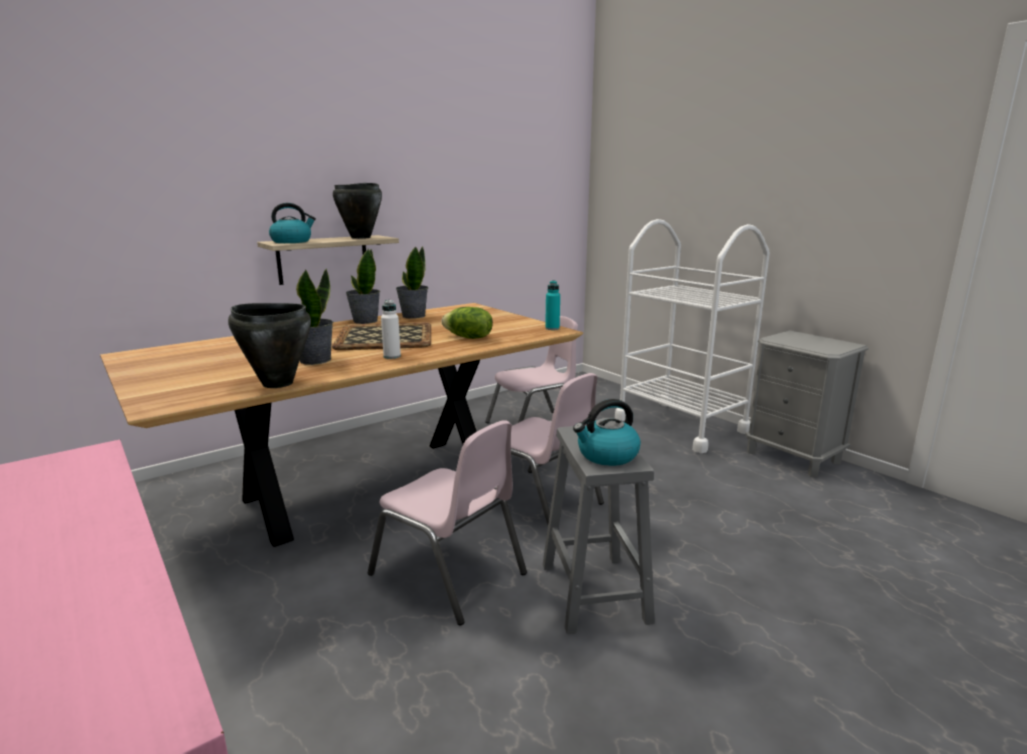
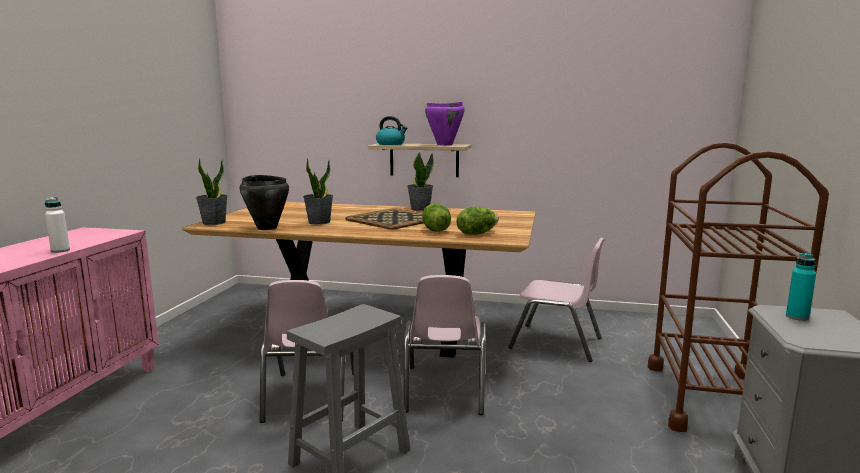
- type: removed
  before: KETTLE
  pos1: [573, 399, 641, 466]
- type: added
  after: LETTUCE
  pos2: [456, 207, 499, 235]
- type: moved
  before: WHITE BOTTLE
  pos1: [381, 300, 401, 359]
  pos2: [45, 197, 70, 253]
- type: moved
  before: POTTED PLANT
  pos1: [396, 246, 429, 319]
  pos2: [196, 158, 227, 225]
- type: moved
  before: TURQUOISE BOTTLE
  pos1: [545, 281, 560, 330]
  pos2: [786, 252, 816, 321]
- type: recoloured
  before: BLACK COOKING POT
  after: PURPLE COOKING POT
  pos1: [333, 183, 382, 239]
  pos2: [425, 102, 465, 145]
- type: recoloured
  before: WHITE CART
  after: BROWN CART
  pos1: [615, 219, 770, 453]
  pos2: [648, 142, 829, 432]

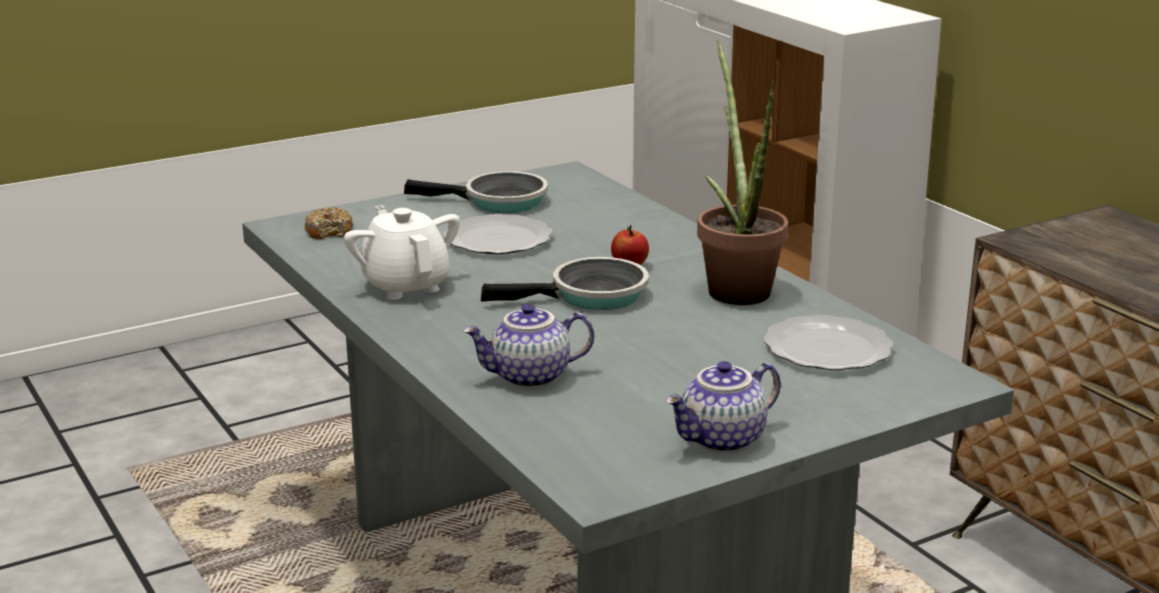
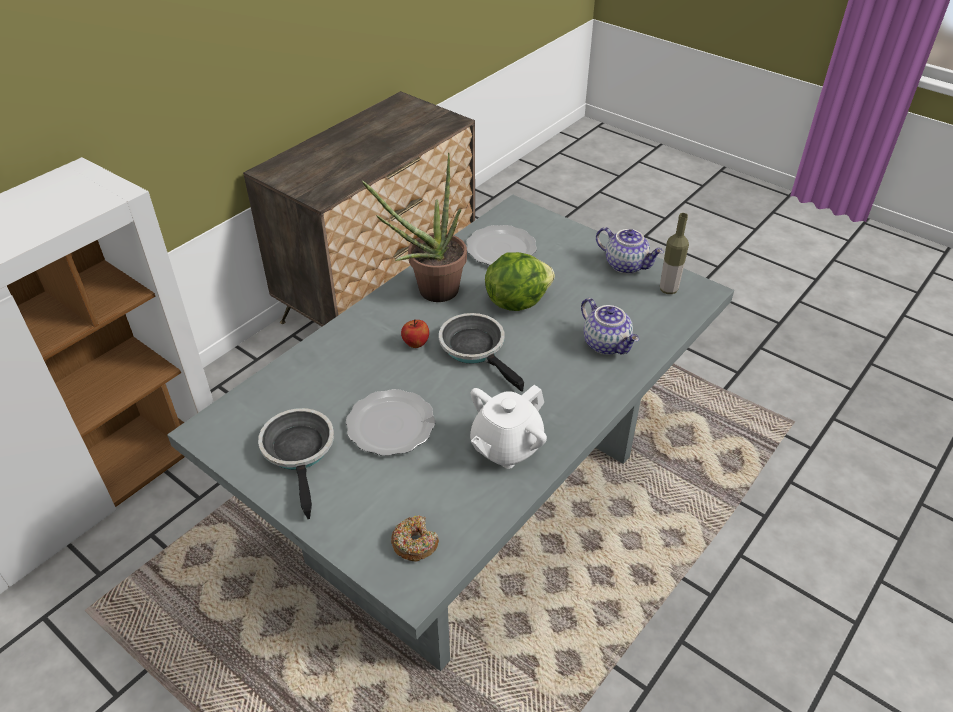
- type: added
  after: LETTUCE
  pos2: [485, 252, 555, 311]
- type: added
  after: BOTTLE
  pos2: [660, 213, 689, 294]

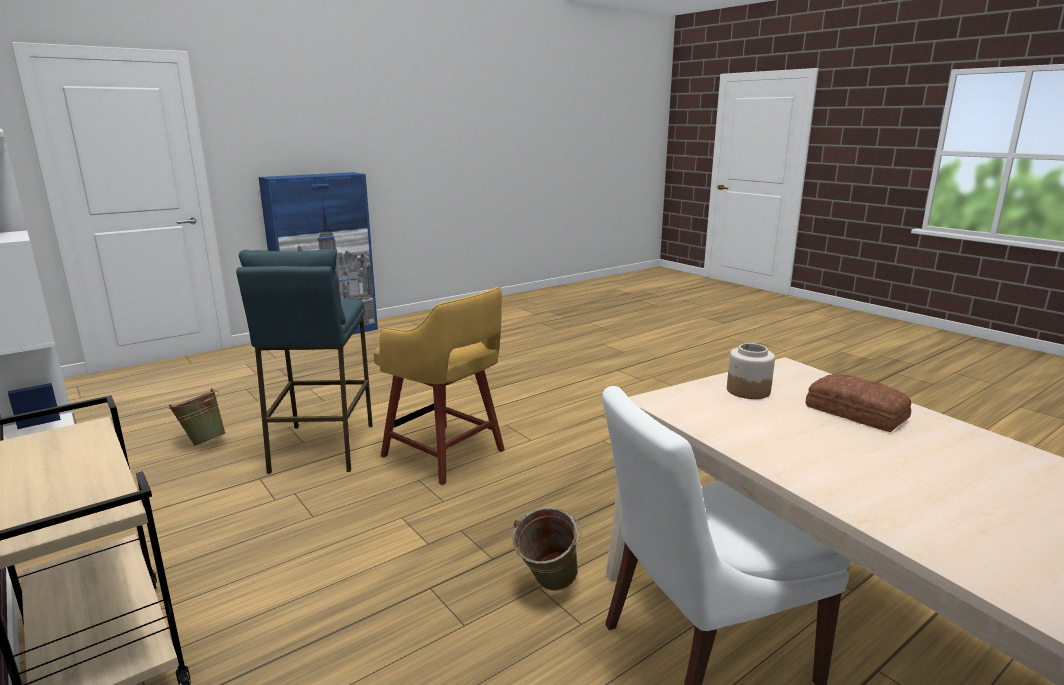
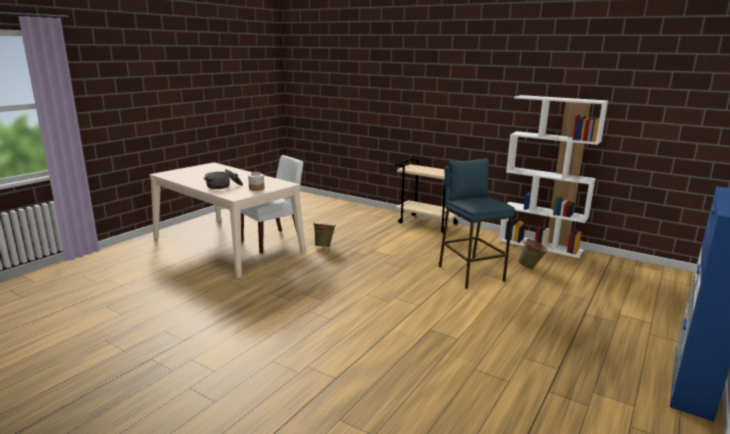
- type: removed
  before: YELLOW STOOL
  pos1: [373, 287, 505, 485]
- type: replaced
  before: BREAD
  after: COOKING POT
  pos1: [806, 374, 911, 432]
  pos2: [204, 169, 243, 189]

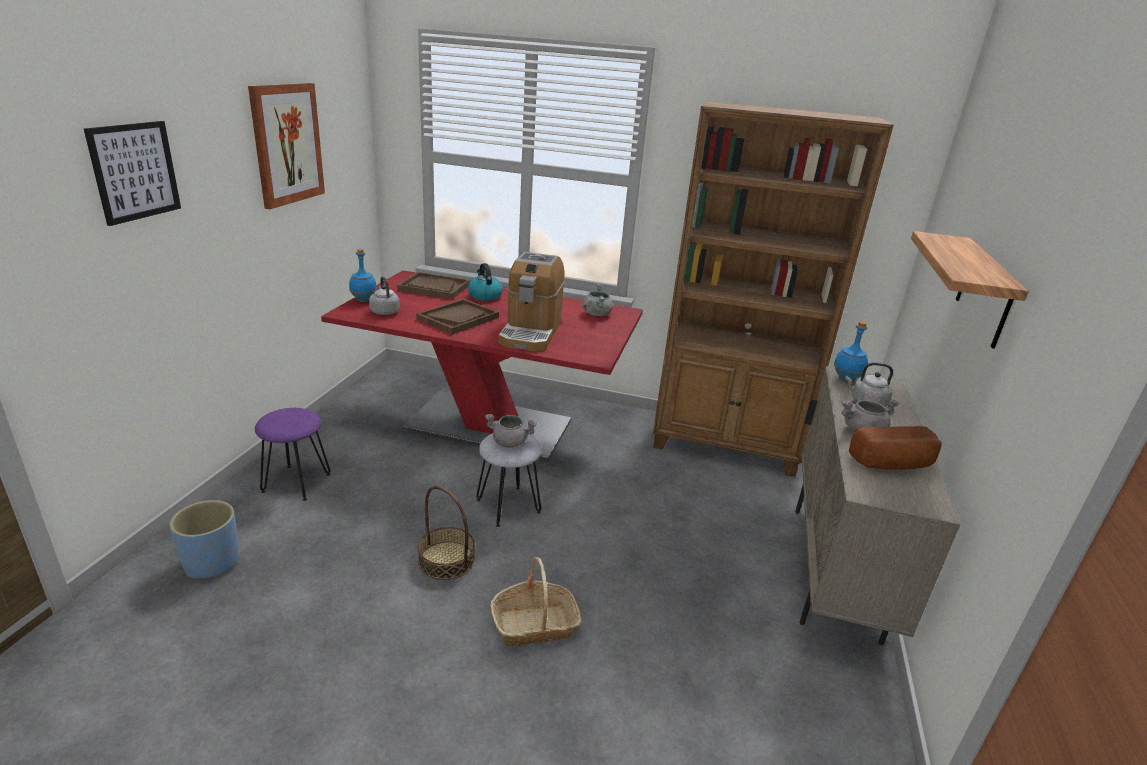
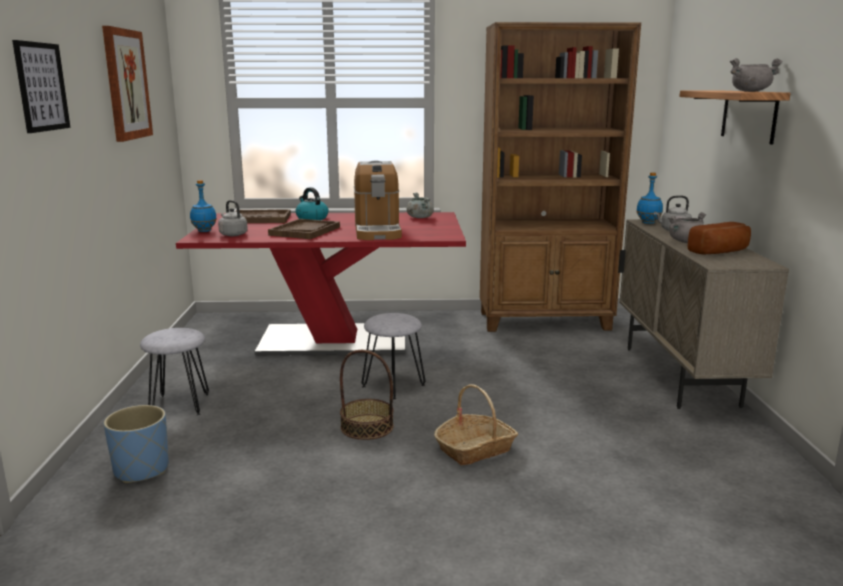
- type: moved
  before: GREY COOKING POT
  pos1: [485, 414, 537, 448]
  pos2: [730, 58, 783, 92]
- type: recoloured
  before: PURPLE STOOL
  after: GREY STOOL
  pos1: [255, 408, 331, 501]
  pos2: [140, 328, 209, 415]

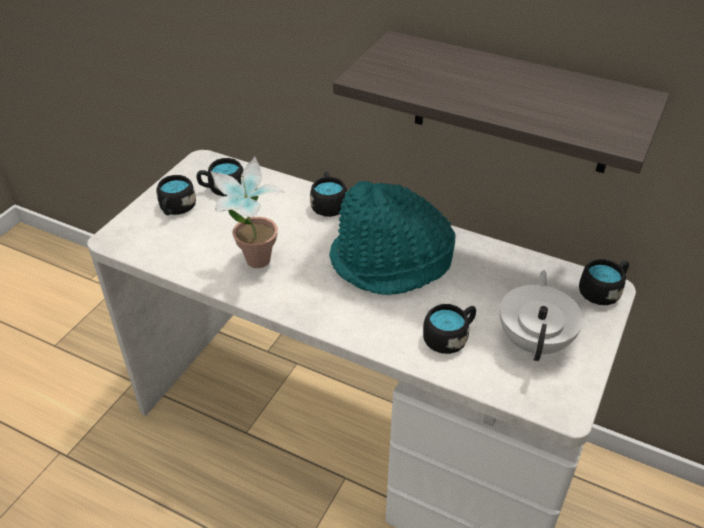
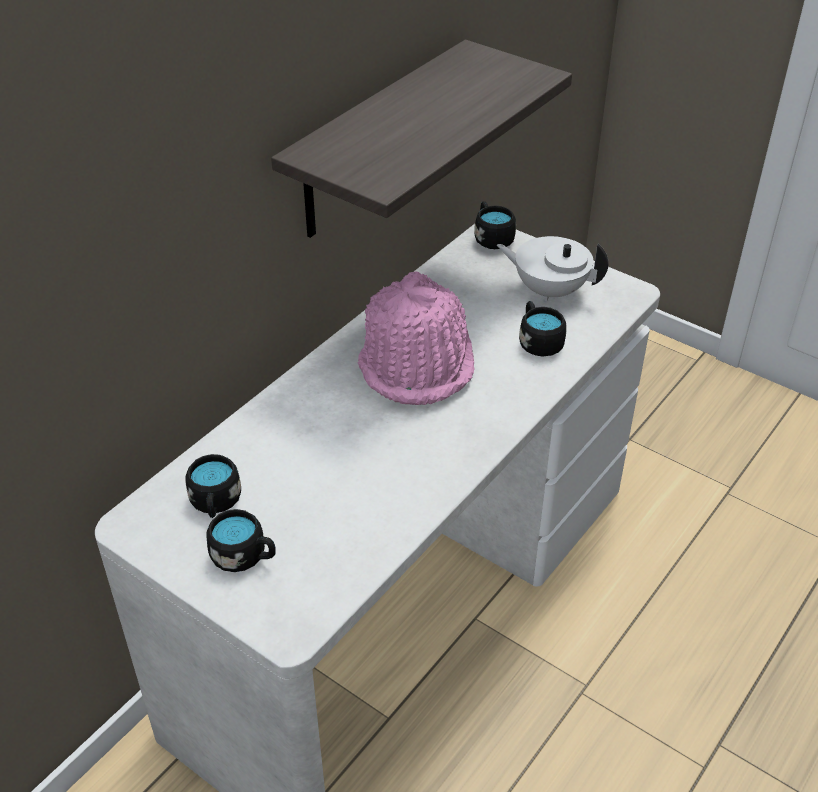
- type: removed
  before: POTTED PLANT
  pos1: [210, 156, 285, 268]
- type: removed
  before: BLACK MUG
  pos1: [310, 171, 347, 217]
- type: recoloured
  before: TURQUOISE HAT
  after: PINK HAT
  pos1: [329, 181, 455, 295]
  pos2: [357, 271, 475, 405]

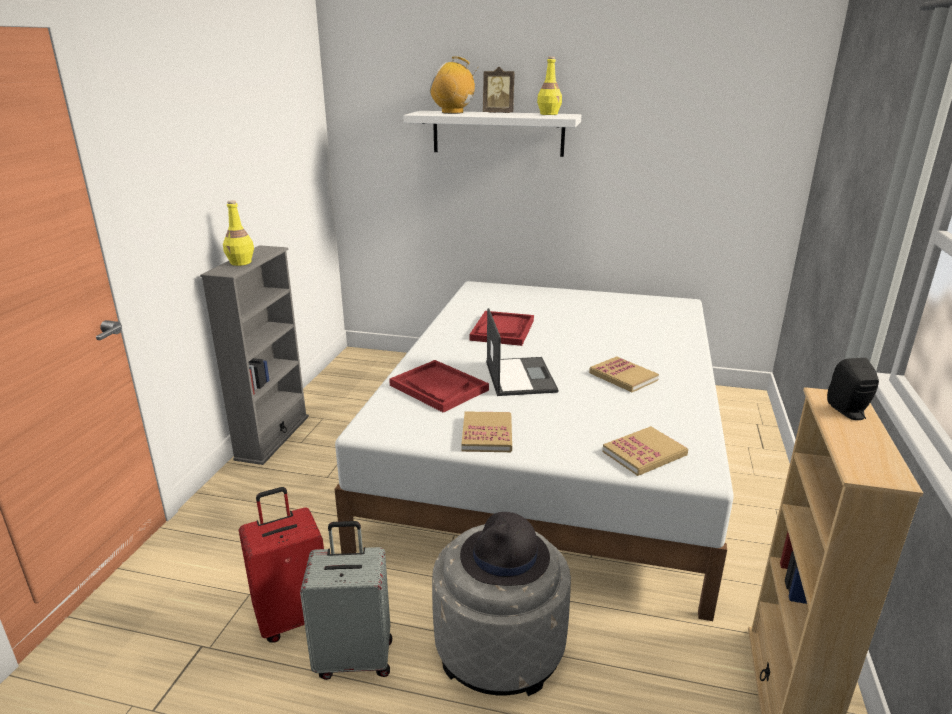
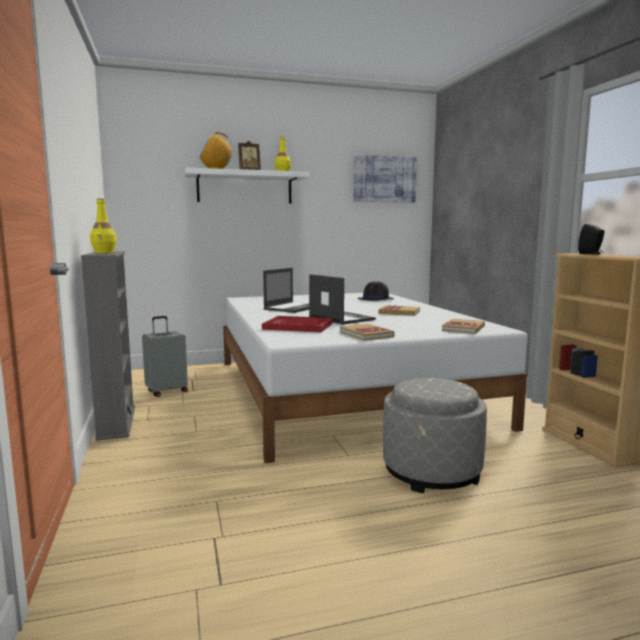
- type: removed
  before: RED SUITCASE
  pos1: [239, 487, 324, 643]
- type: added
  after: PICTURE
  pos2: [353, 155, 417, 203]
- type: moved
  before: GREY SUITCASE
  pos1: [300, 521, 392, 680]
  pos2: [142, 316, 188, 397]
- type: moved
  before: BLACK HAT
  pos1: [460, 512, 550, 586]
  pos2: [358, 281, 394, 301]
- type: replaced
  before: RED TRAY
  after: LAPTOP
  pos1: [469, 311, 534, 346]
  pos2: [263, 268, 309, 313]

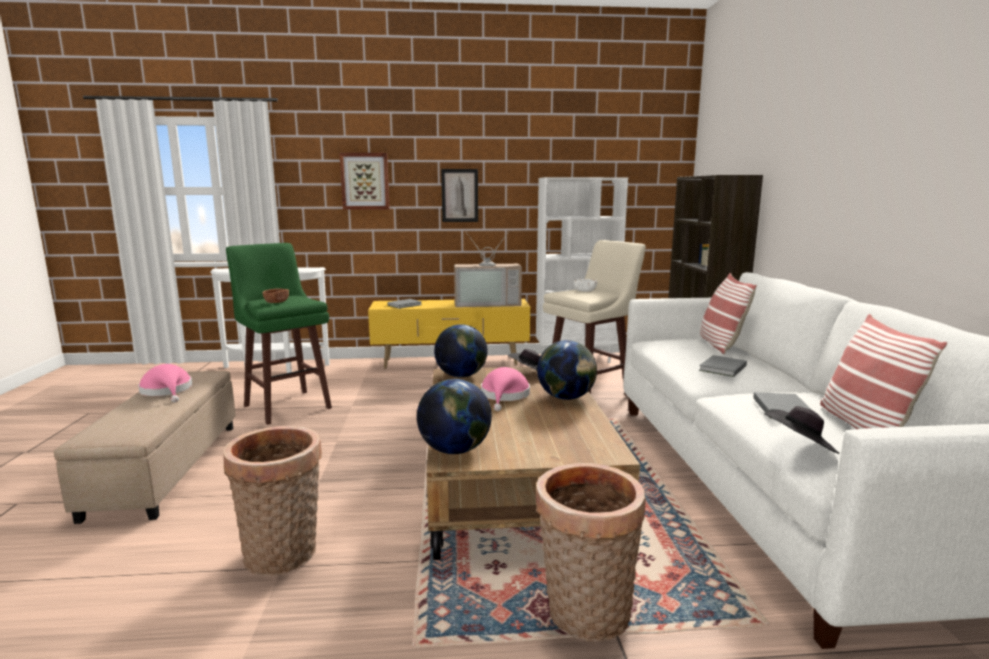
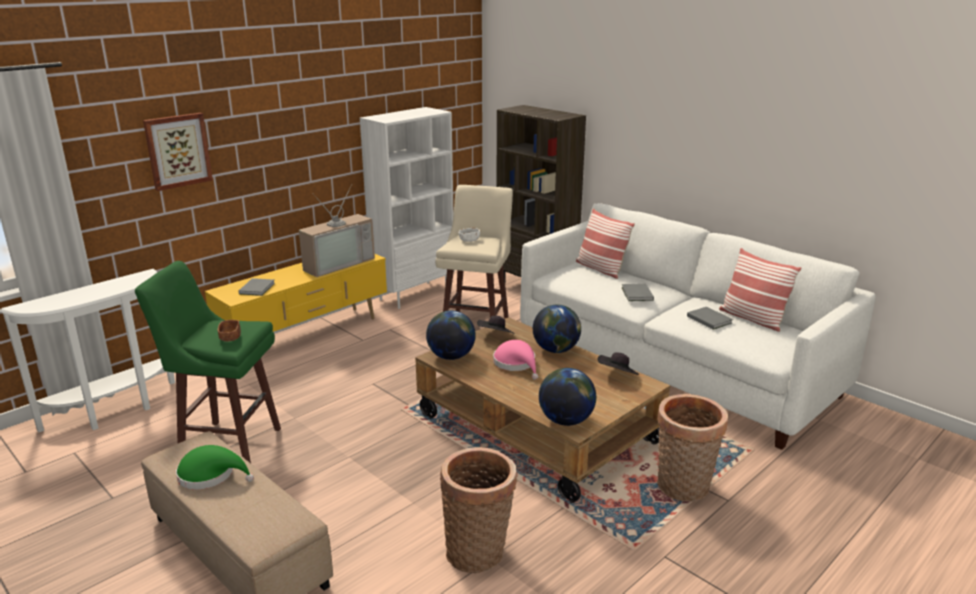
- type: removed
  before: PICTURE
  pos1: [441, 169, 478, 222]
- type: moved
  before: BLACK HAT
  pos1: [764, 406, 840, 454]
  pos2: [598, 352, 639, 375]
- type: recoloured
  before: PINK HAT
  after: GREEN HAT
  pos1: [138, 364, 192, 402]
  pos2: [176, 445, 254, 490]

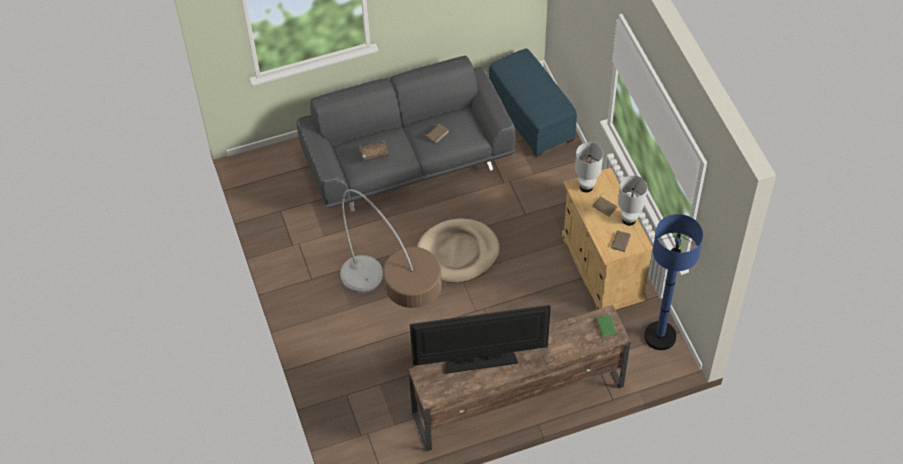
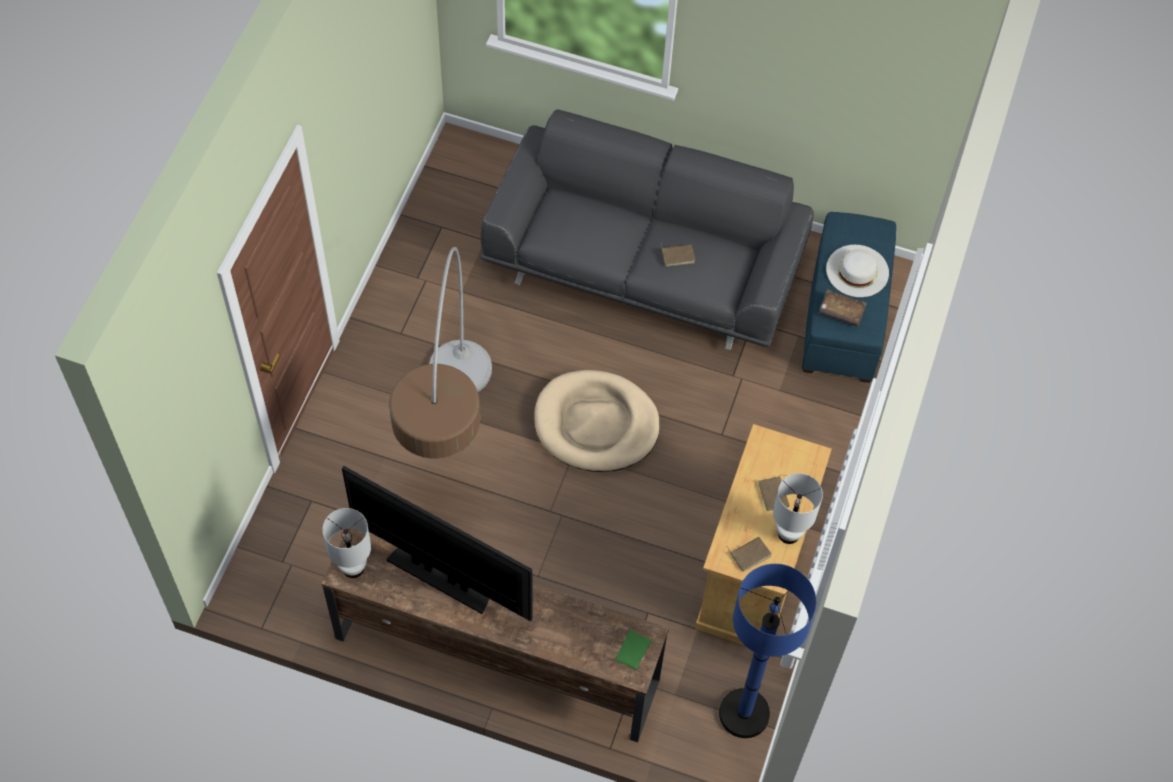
- type: added
  after: WHITE HAT
  pos2: [826, 245, 889, 297]
- type: moved
  before: BROWN BOOK
  pos1: [359, 141, 389, 162]
  pos2: [819, 290, 867, 327]
- type: moved
  before: WHITE TABLE LAMP
  pos1: [575, 142, 603, 193]
  pos2: [322, 508, 371, 578]

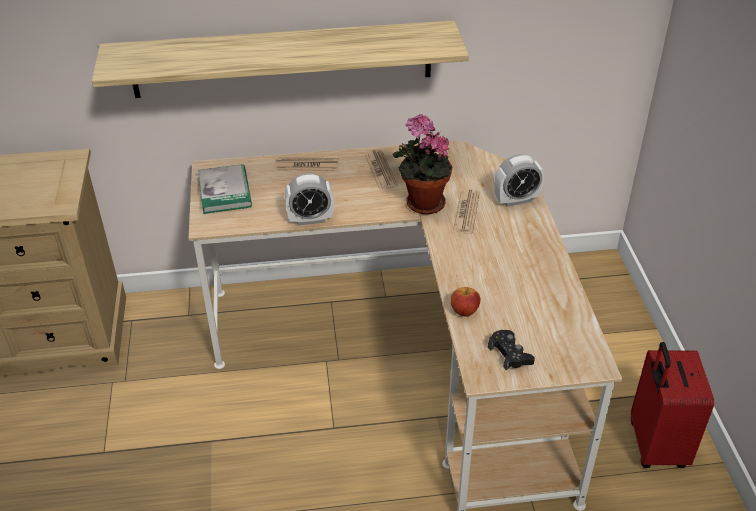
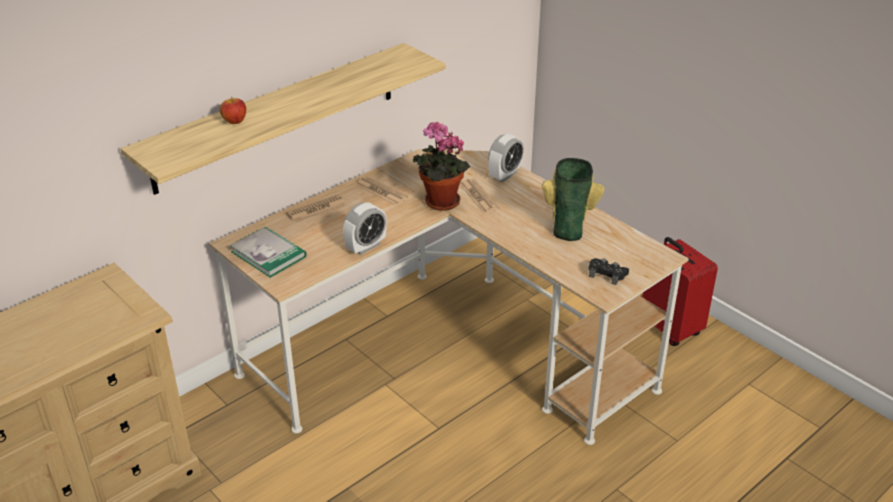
- type: added
  after: VASE
  pos2: [542, 158, 604, 241]
- type: moved
  before: APPLE
  pos1: [451, 287, 480, 317]
  pos2: [220, 97, 246, 124]

